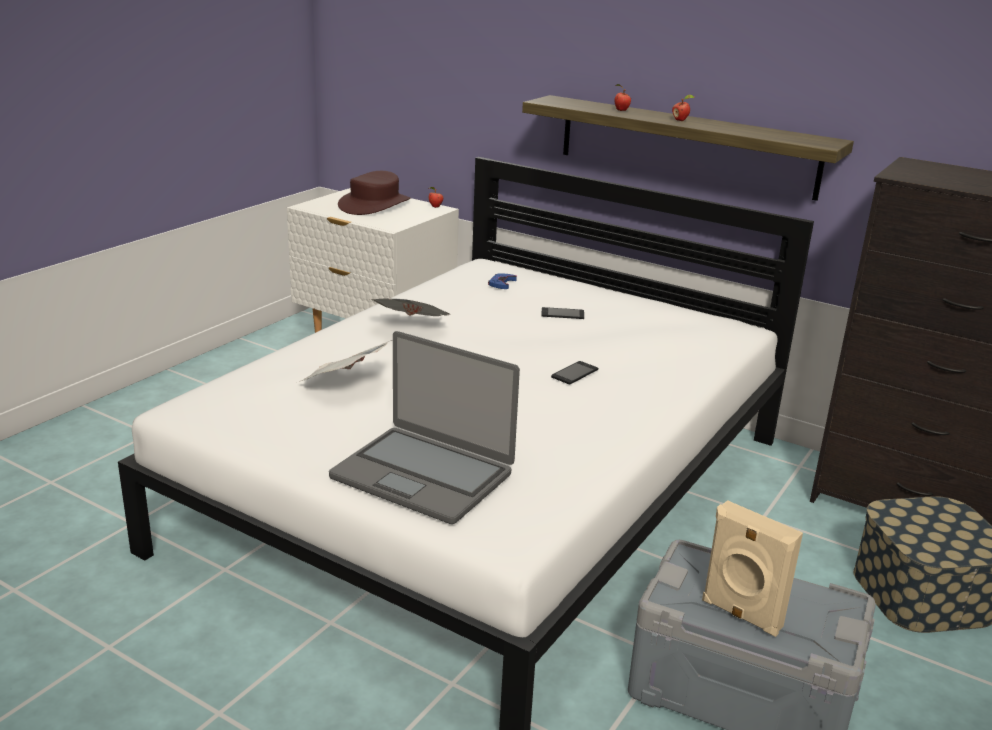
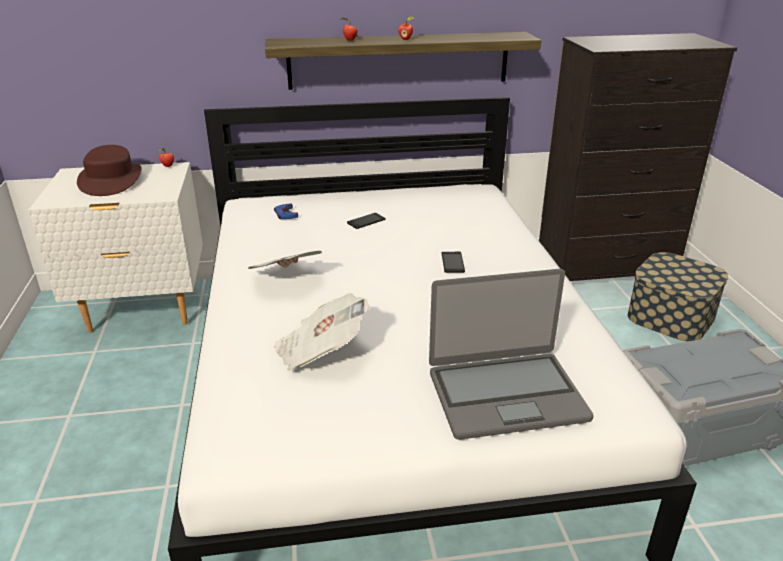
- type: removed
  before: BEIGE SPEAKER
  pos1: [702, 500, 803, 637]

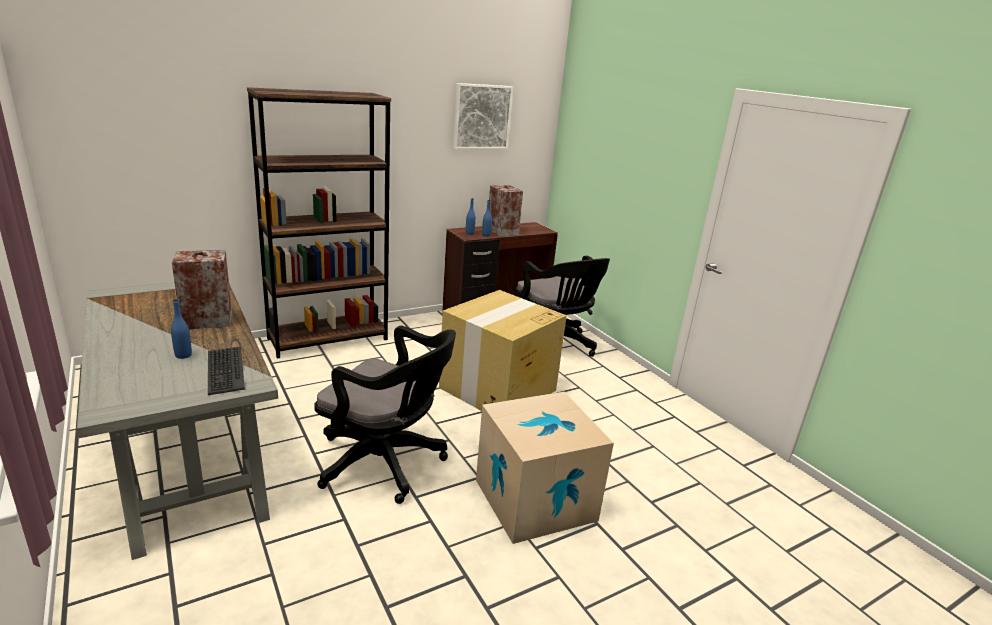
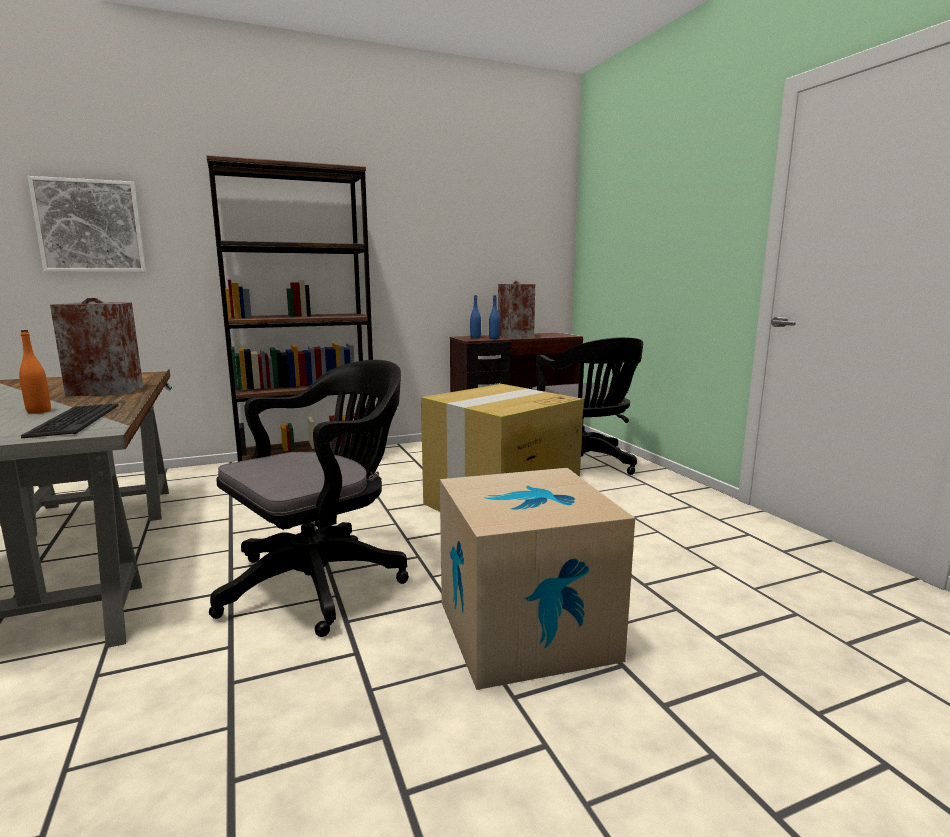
- type: moved
  before: PICTURE
  pos1: [453, 83, 513, 150]
  pos2: [27, 176, 146, 272]
- type: recoloured
  before: BLUE BOTTLE
  after: ORANGE BOTTLE
  pos1: [171, 299, 192, 359]
  pos2: [19, 330, 51, 414]
- type: turned
  before: BLACK OFFICE CHAIR
  pos1: [314, 326, 456, 504]
  pos2: [209, 360, 409, 637]
  turn: -75

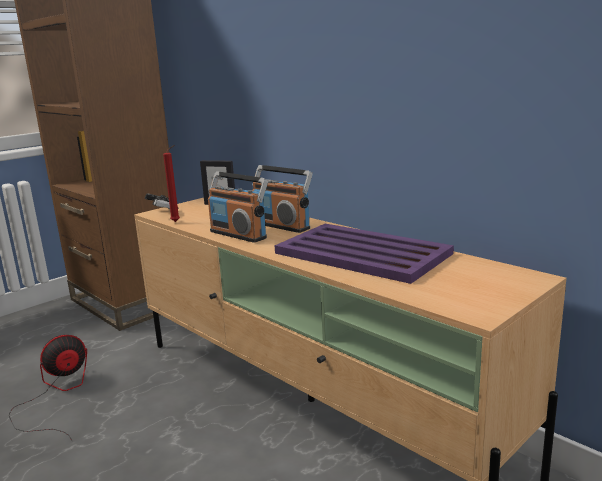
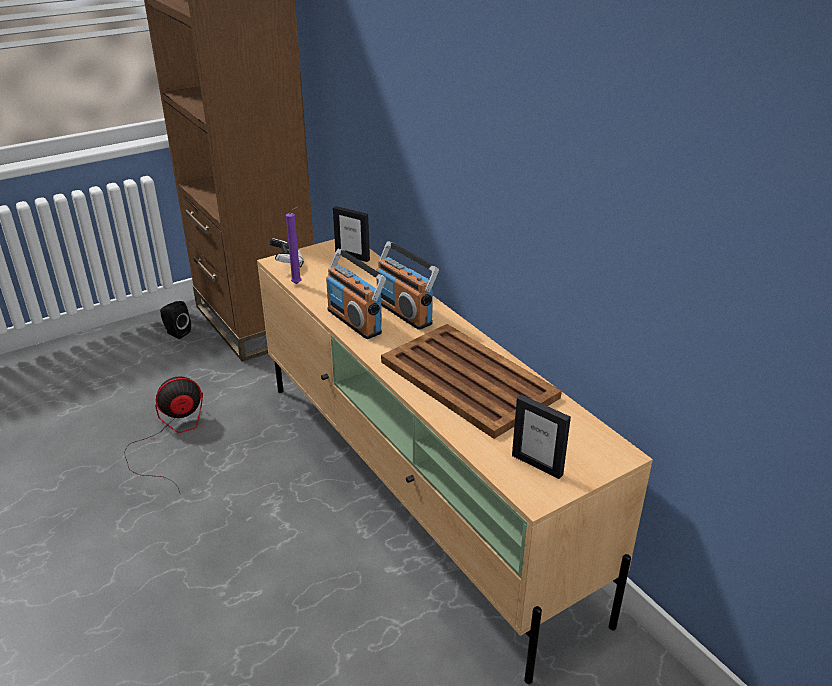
- type: added
  after: BLACK SPEAKER
  pos2: [160, 301, 191, 339]
- type: added
  after: PICTURE FRAME
  pos2: [512, 395, 571, 479]
- type: recoloured
  before: RED CANDLE
  after: PURPLE CANDLE
  pos1: [163, 145, 180, 222]
  pos2: [286, 207, 301, 284]
- type: recoloured
  before: PURPLE TRAY
  after: BROWN TRAY
  pos1: [275, 224, 454, 284]
  pos2: [381, 324, 562, 439]

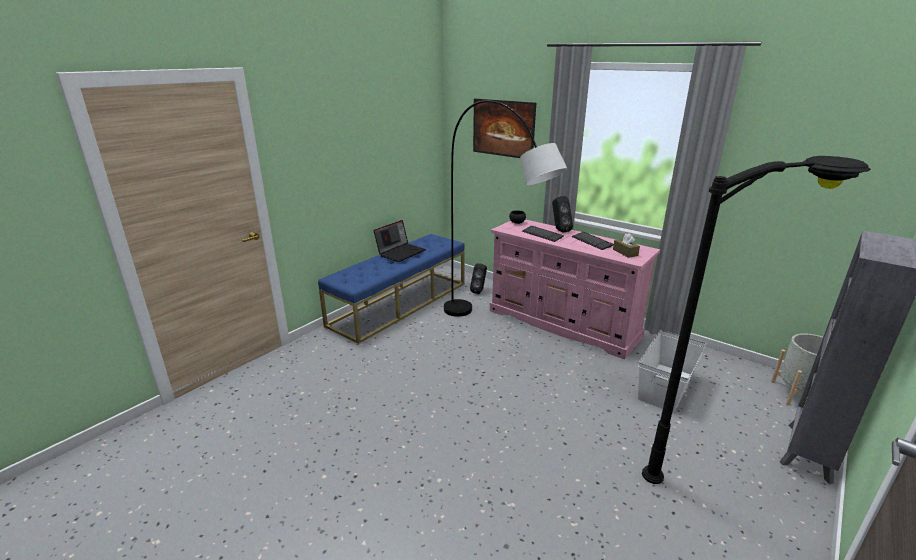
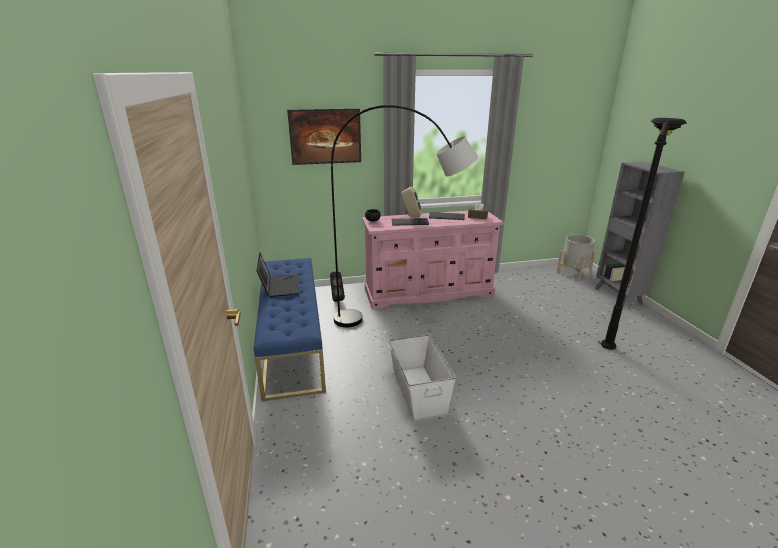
- type: moved
  before: WHITE STORAGE BOX
  pos1: [638, 330, 706, 413]
  pos2: [389, 335, 456, 420]
- type: recoloured
  before: BLACK SPEAKER
  after: BEIGE SPEAKER
  pos1: [552, 196, 573, 233]
  pos2: [401, 186, 422, 217]

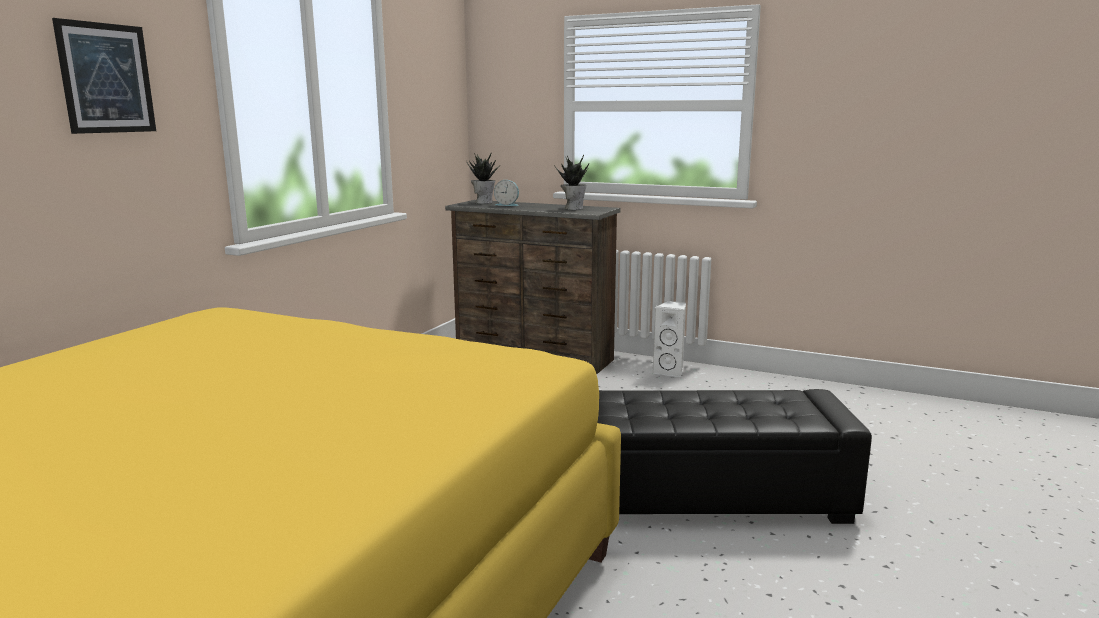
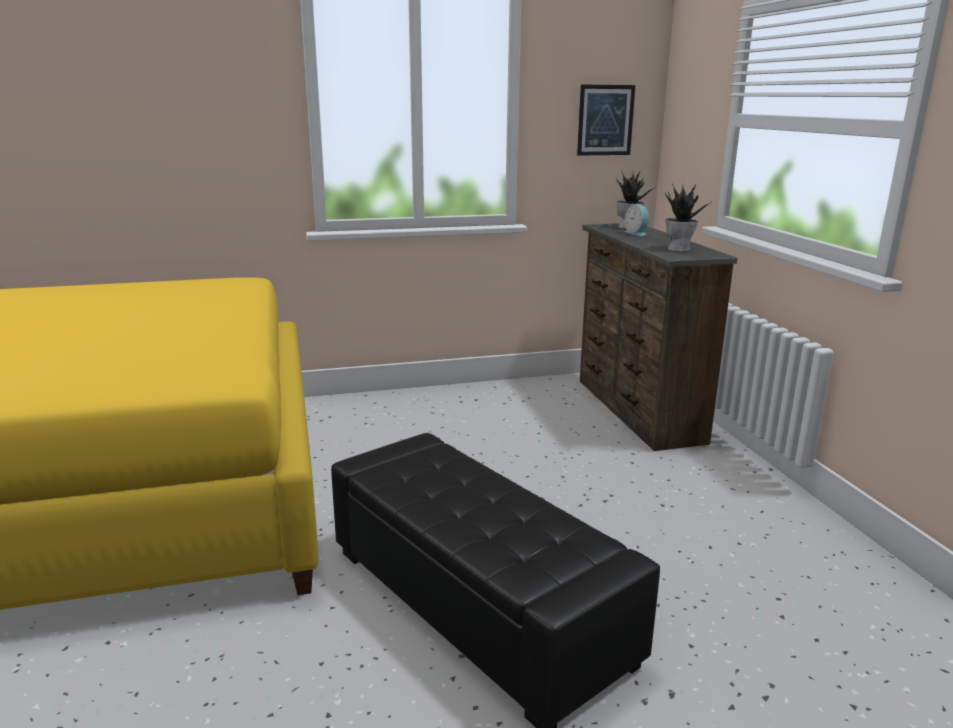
- type: removed
  before: WHITE SPEAKER
  pos1: [652, 301, 686, 378]
- type: moved
  before: PICTURE
  pos1: [52, 18, 156, 134]
  pos2: [577, 85, 635, 156]

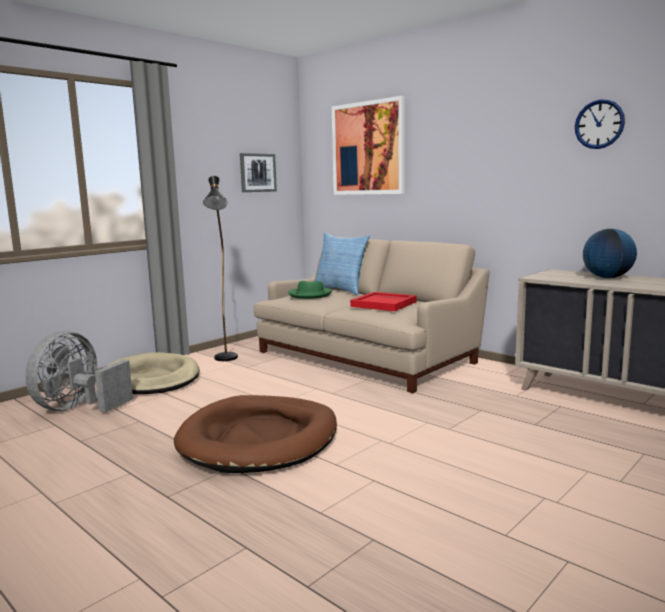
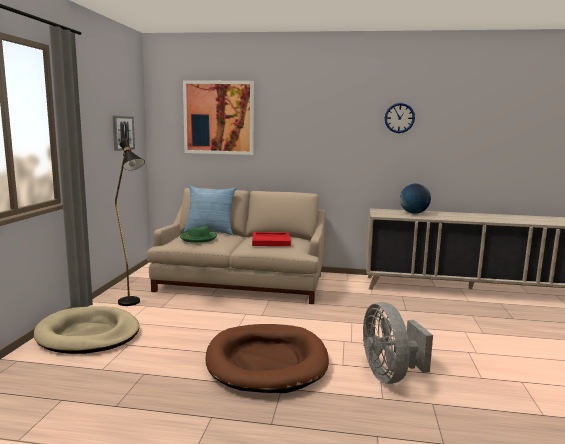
- type: moved
  before: GREY FAN
  pos1: [25, 331, 133, 413]
  pos2: [363, 302, 433, 384]

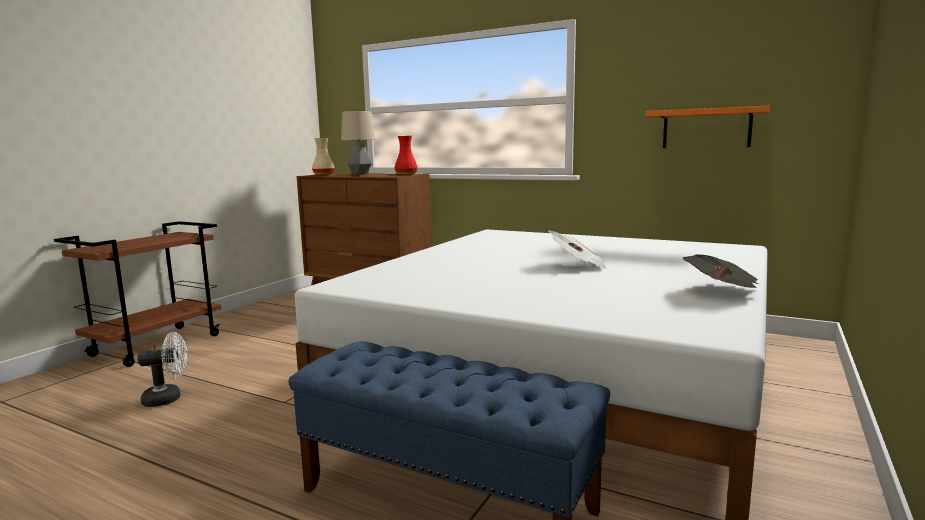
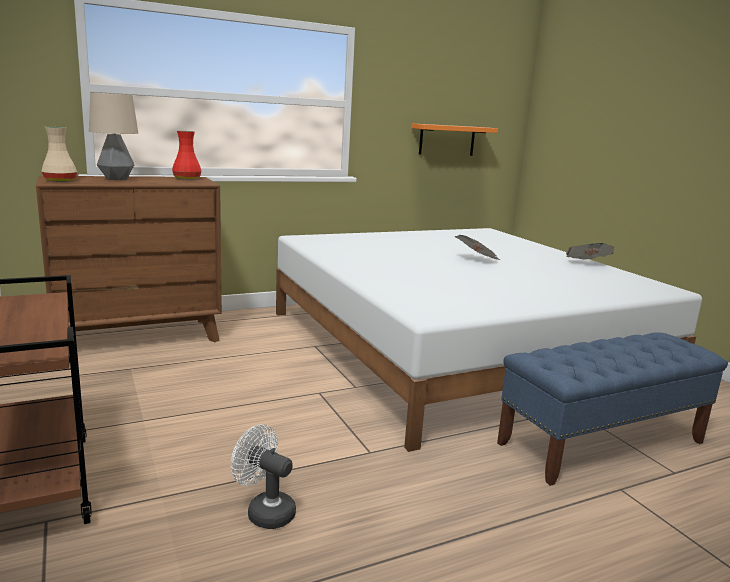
- type: turned
  before: WHITE FAN
  pos1: [138, 332, 188, 407]
  pos2: [231, 424, 296, 529]
  turn: -75

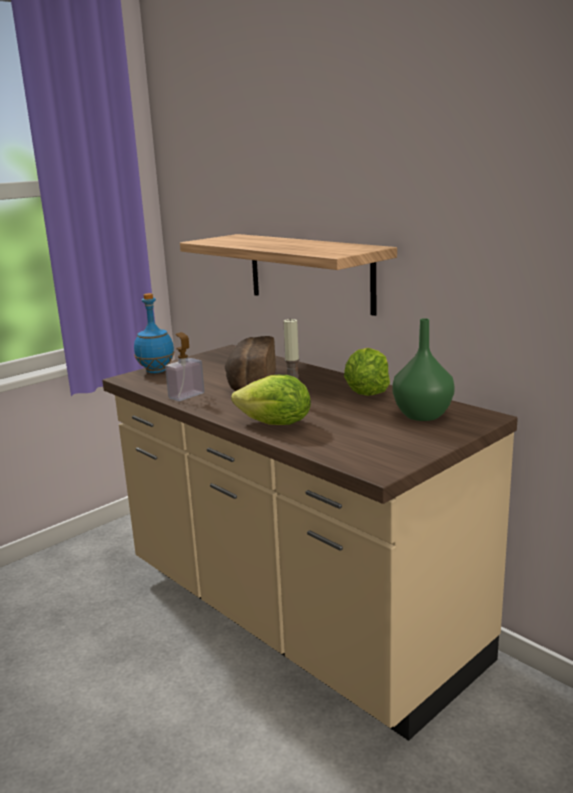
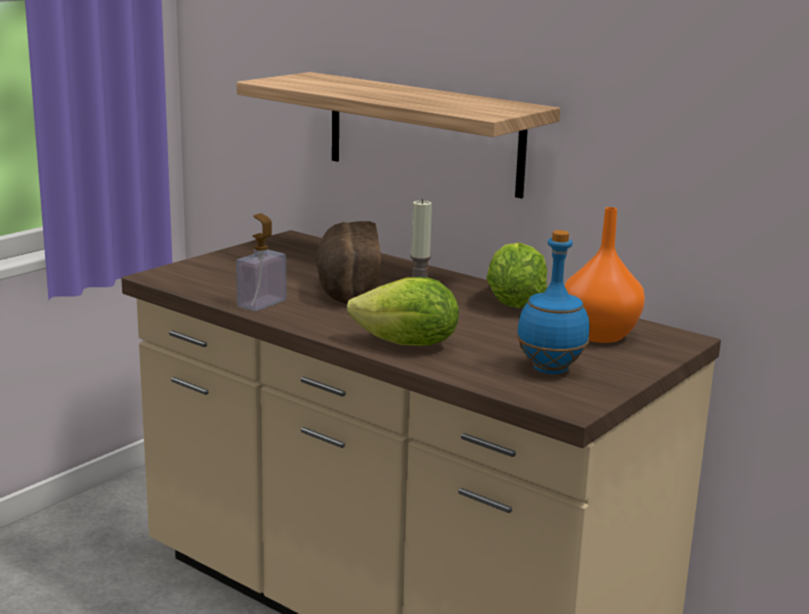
- type: moved
  before: BLUE BOTTLE
  pos1: [134, 293, 175, 373]
  pos2: [517, 230, 590, 374]
- type: recoloured
  before: GREEN VASE
  after: ORANGE VASE
  pos1: [392, 318, 455, 421]
  pos2: [565, 207, 645, 343]

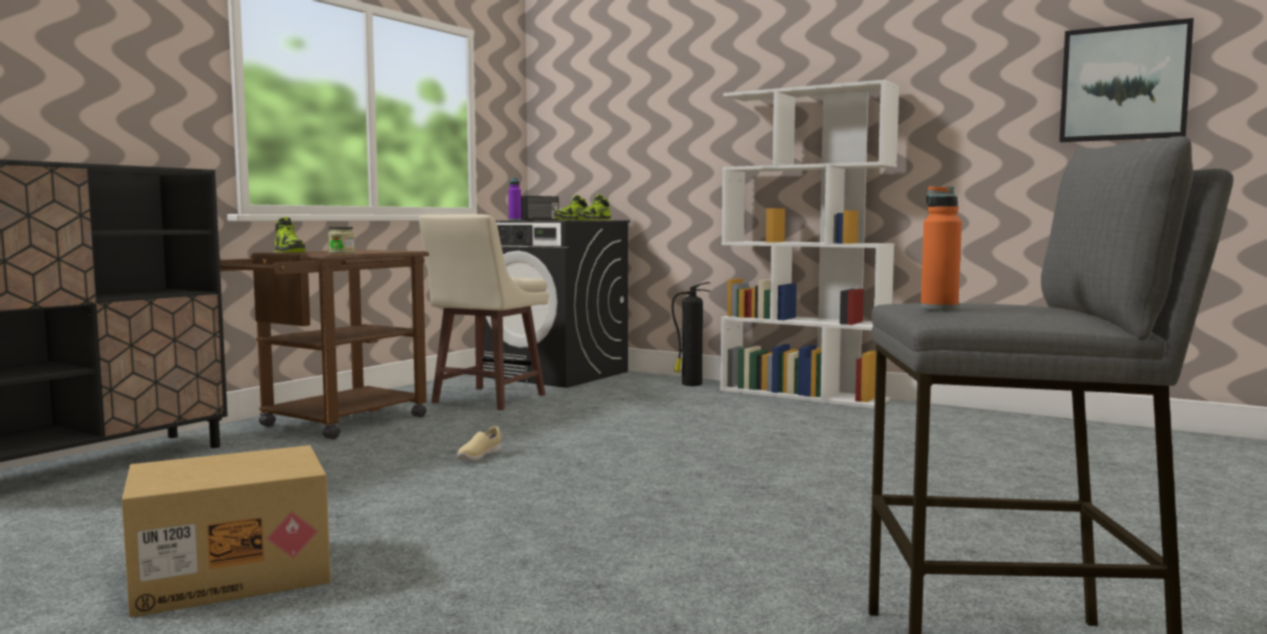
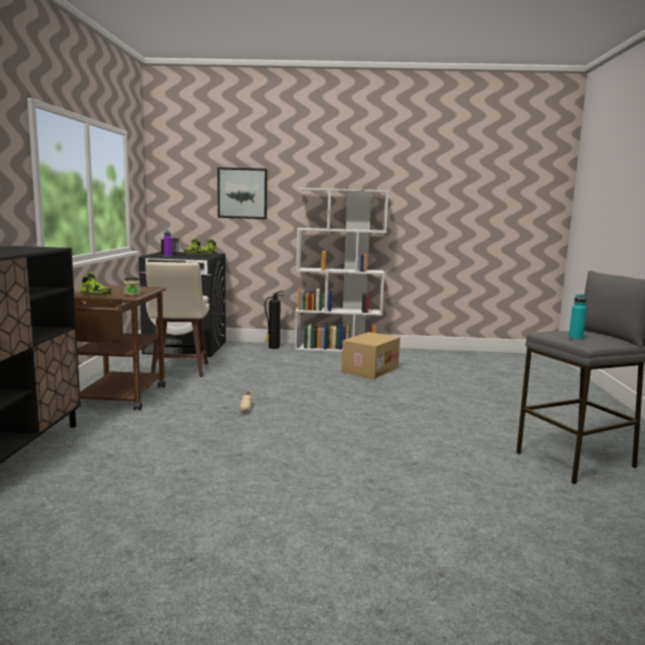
- type: moved
  before: CARDBOARD BOX
  pos1: [122, 445, 331, 617]
  pos2: [341, 332, 400, 379]
- type: moved
  before: PICTURE
  pos1: [1059, 18, 1194, 142]
  pos2: [217, 167, 267, 219]
- type: recoloured
  before: ORANGE BOTTLE
  after: TURQUOISE BOTTLE
  pos1: [921, 186, 962, 310]
  pos2: [569, 294, 587, 340]

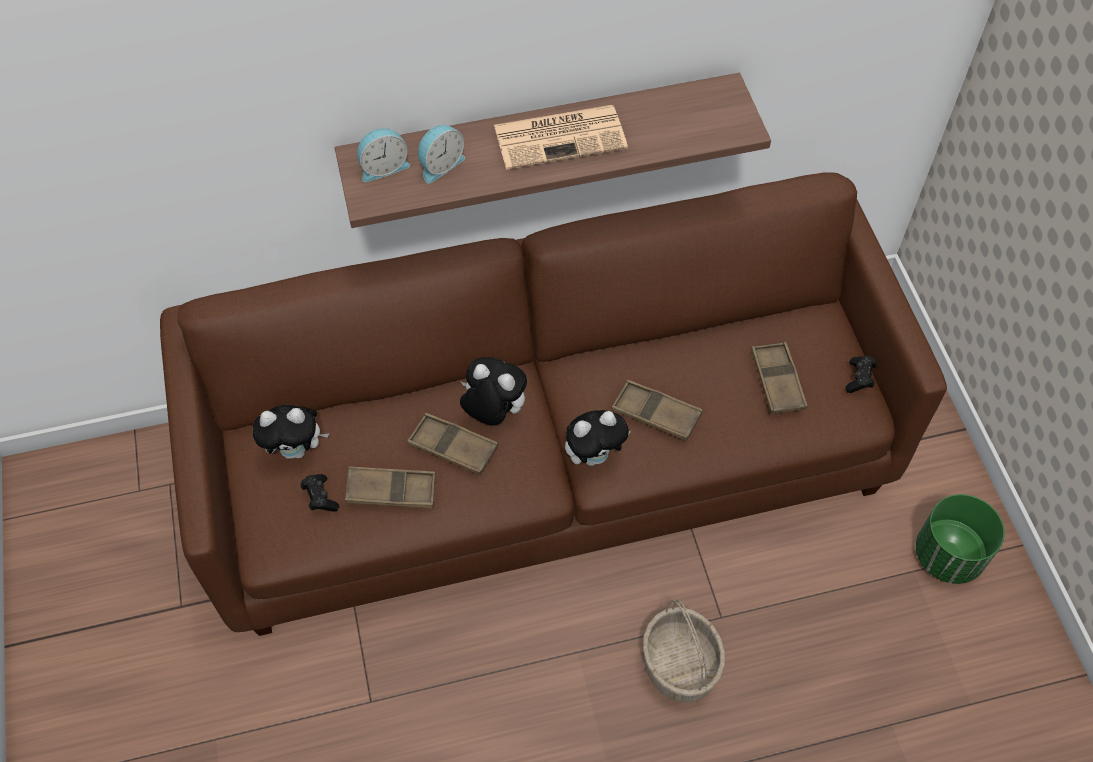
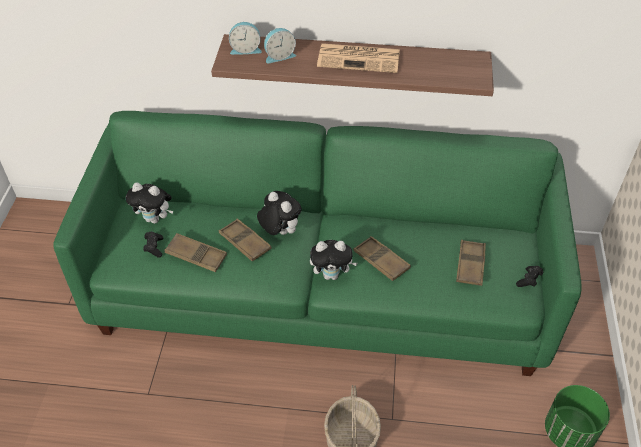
- type: recoloured
  before: BROWN SOFA
  after: GREEN SOFA
  pos1: [160, 172, 947, 636]
  pos2: [53, 111, 582, 376]

